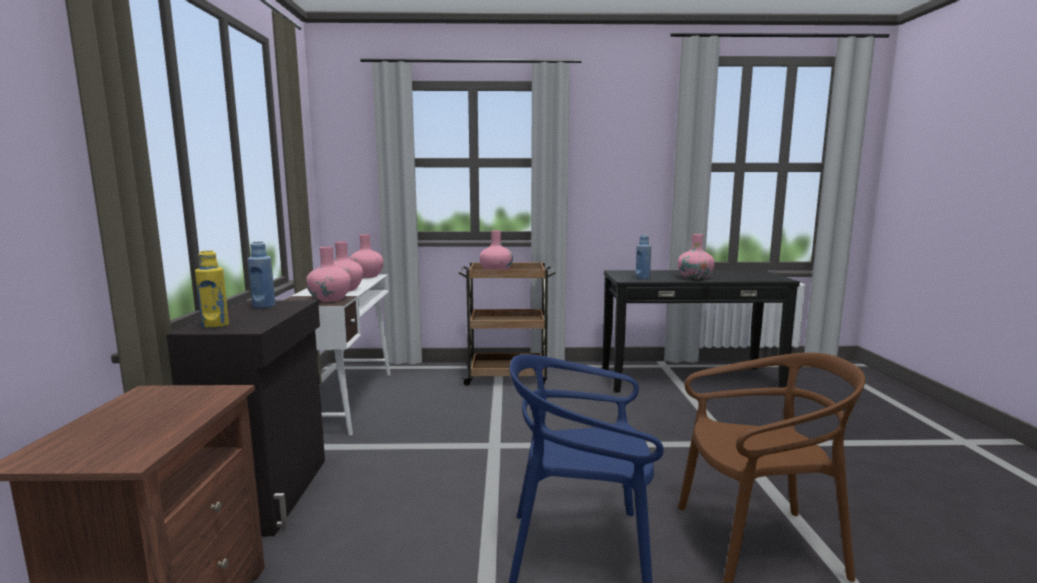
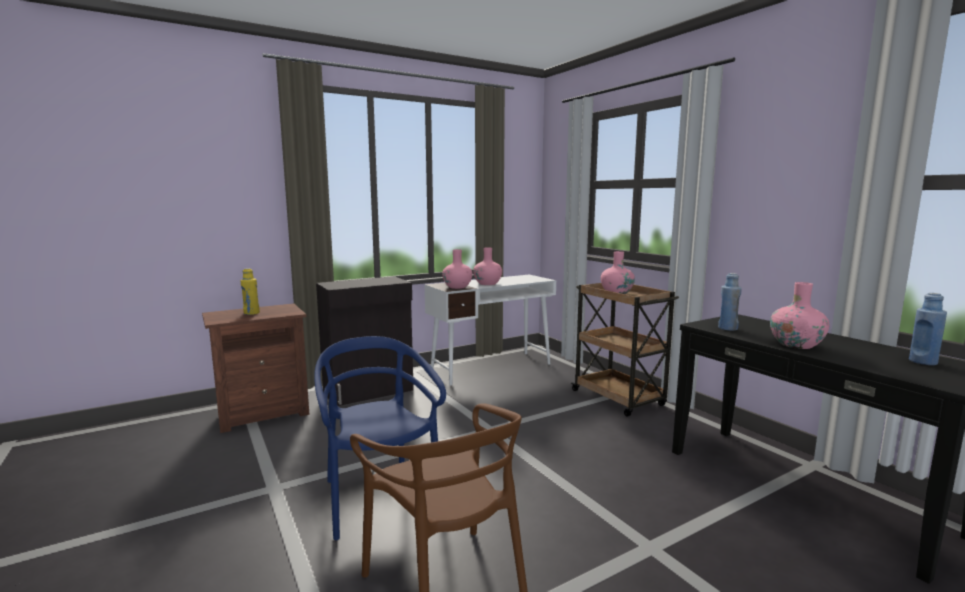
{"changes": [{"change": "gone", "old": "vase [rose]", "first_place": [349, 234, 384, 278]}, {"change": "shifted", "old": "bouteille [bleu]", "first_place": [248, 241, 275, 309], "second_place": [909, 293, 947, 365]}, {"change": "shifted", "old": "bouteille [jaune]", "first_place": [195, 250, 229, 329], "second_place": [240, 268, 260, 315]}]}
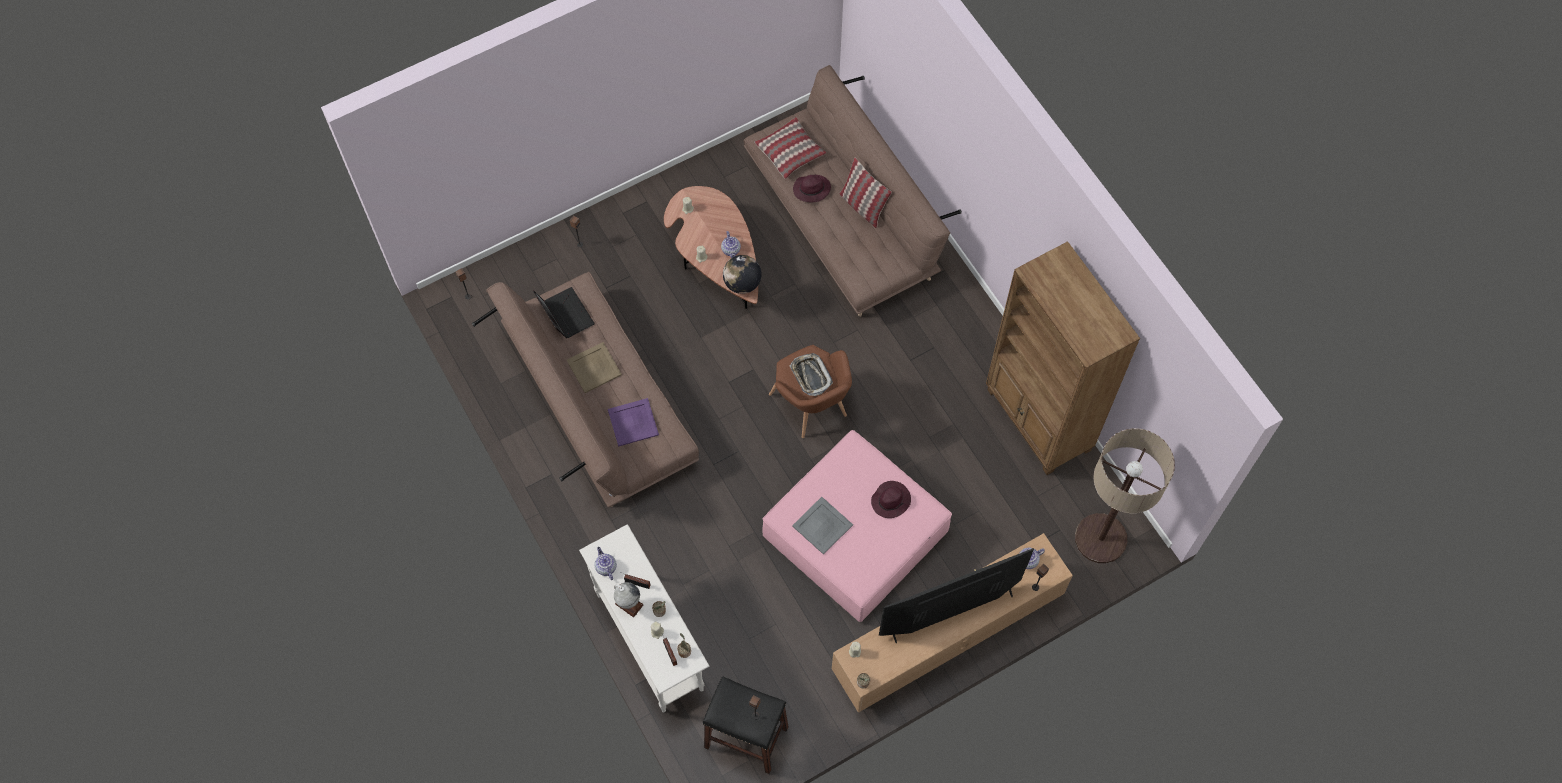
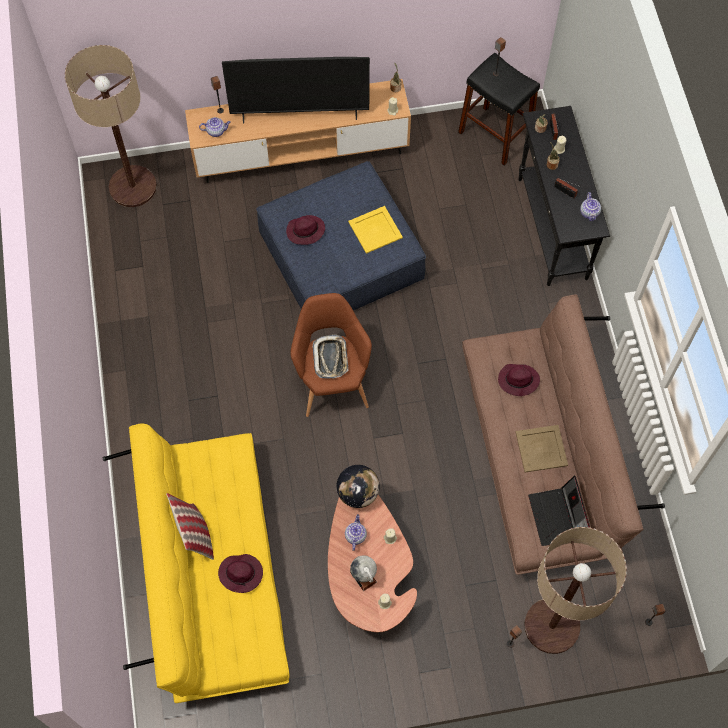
{"changes": [{"change": "repainted", "old": "canapé [marron]", "new": "canapé [jaune]", "first_place": [743, 65, 962, 317], "second_place": [103, 423, 290, 703]}, {"change": "gone", "old": "coussin", "first_place": [754, 117, 826, 179]}, {"change": "gone", "old": "bibliothèque [marron]", "first_place": [986, 241, 1140, 475]}, {"change": "swapped", "old": "plateau [violet]", "new": "chapeau [violet]", "first_place": [608, 398, 659, 447], "second_place": [498, 364, 540, 396]}, {"change": "repainted", "old": "pouf [rose]", "new": "pouf [bleu]", "first_place": [763, 430, 952, 622], "second_place": [256, 161, 426, 311]}, {"change": "repainted", "old": "plateau [gris]", "new": "plateau [jaune]", "first_place": [792, 497, 853, 555], "second_place": [348, 206, 403, 254]}, {"change": "repainted", "old": "table console [blanc]", "new": "table console [noir]", "first_place": [579, 524, 710, 713], "second_place": [518, 106, 610, 286]}, {"change": "shifted", "old": "globe", "first_place": [614, 582, 644, 618], "second_place": [350, 555, 377, 591]}, {"change": "new", "new": "lampadaire", "second_place": [525, 527, 627, 654]}]}
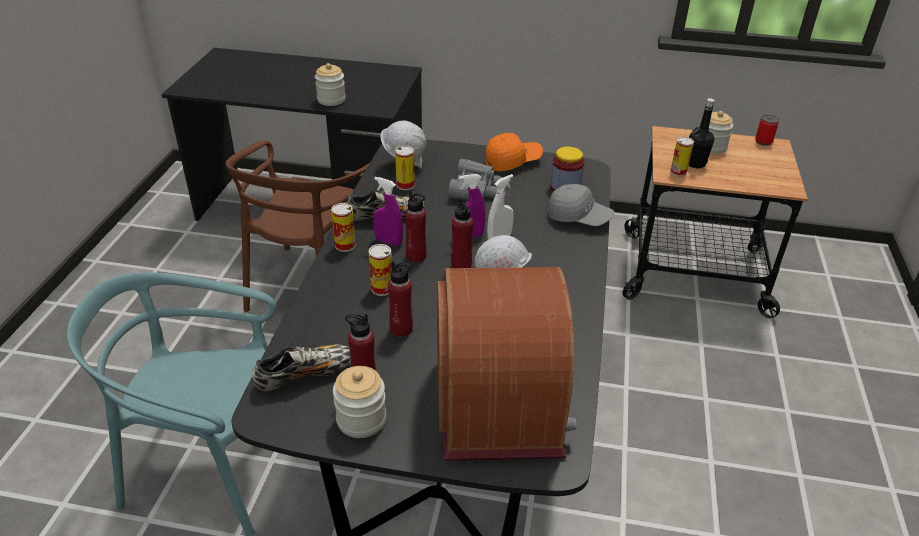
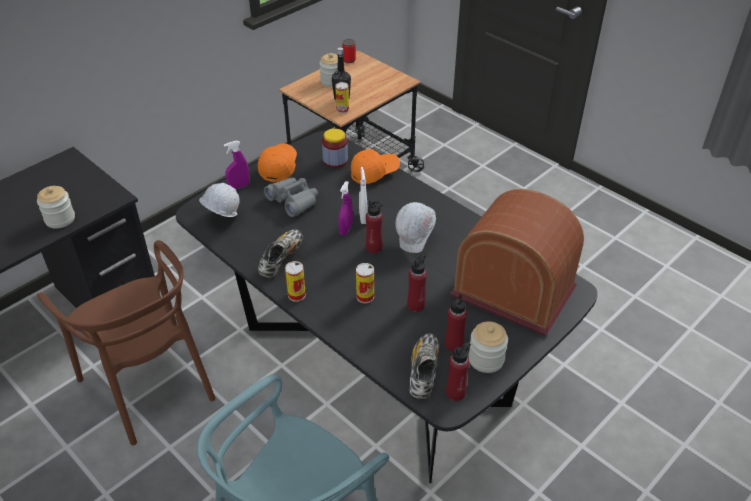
{"changes": [{"change": "gone", "old": "boîte métallique", "first_place": [395, 146, 415, 190]}, {"change": "shifted", "old": "vaporisateur [violet]", "first_place": [373, 177, 403, 246], "second_place": [224, 140, 250, 189]}, {"change": "repainted", "old": "casquette [gris]", "new": "casquette [orange]", "first_place": [548, 184, 614, 226], "second_place": [351, 149, 400, 184]}, {"change": "shifted", "old": "bouteille [rouge]", "first_place": [405, 191, 427, 262], "second_place": [446, 342, 471, 401]}]}
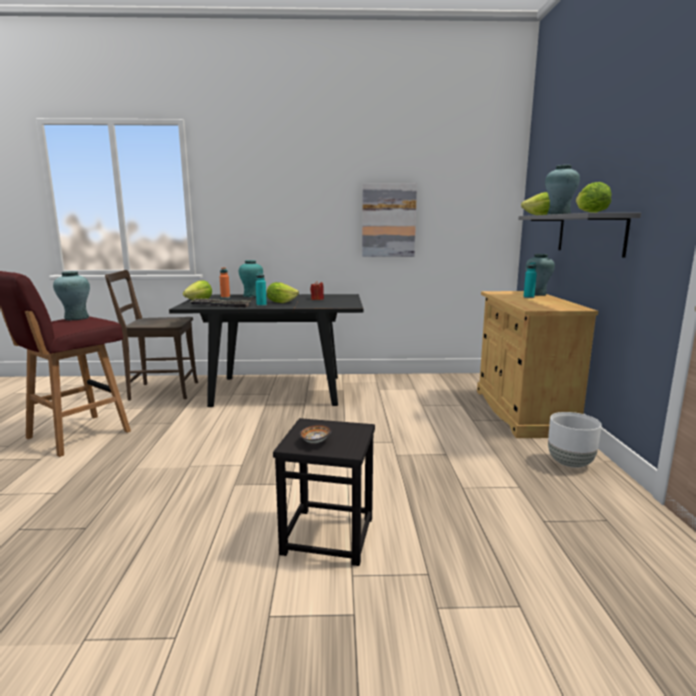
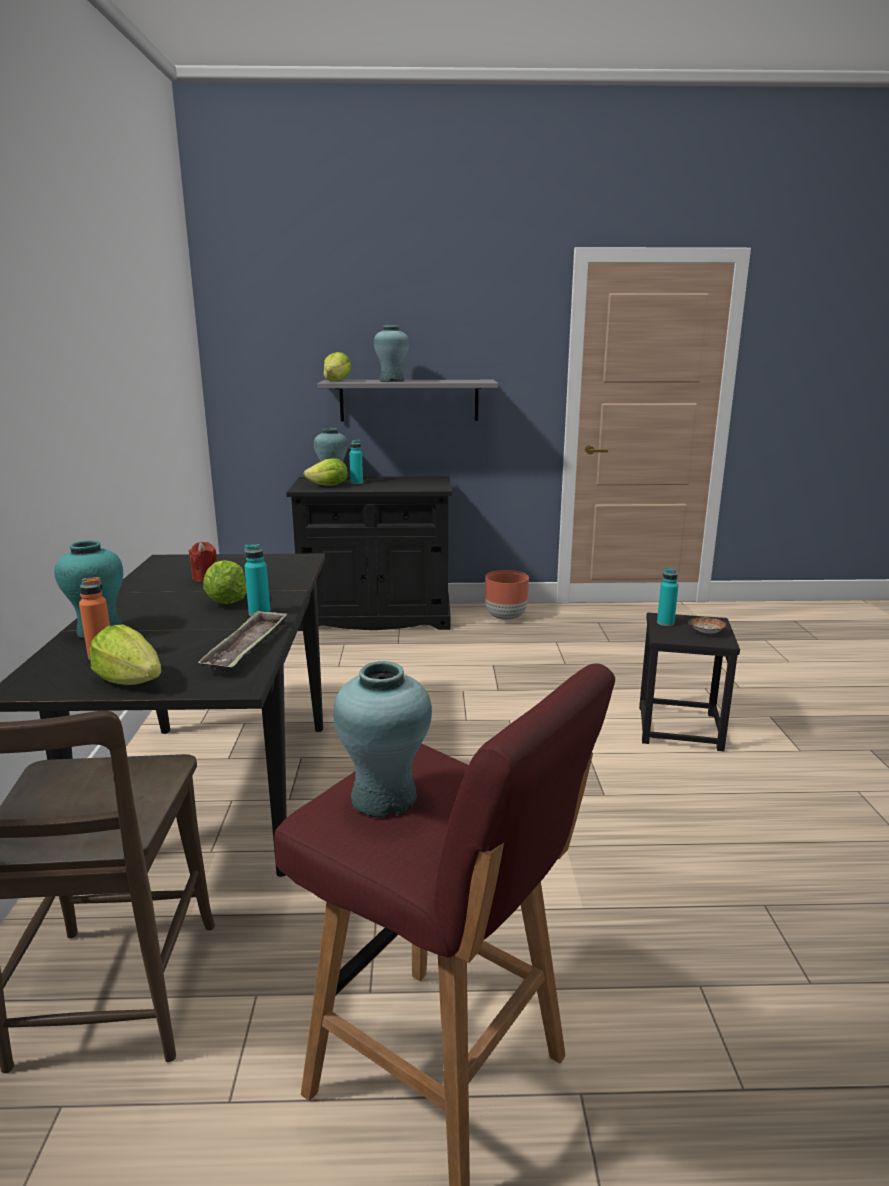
{"changes": [{"change": "shifted", "old": "laitue", "first_place": [576, 182, 612, 213], "second_place": [303, 458, 348, 486]}, {"change": "gone", "old": "tableau", "first_place": [362, 183, 417, 257]}, {"change": "repainted", "old": "meuble de rangement [beige]", "new": "meuble de rangement [noir]", "first_place": [477, 291, 598, 438], "second_place": [286, 476, 452, 631]}, {"change": "repainted", "old": "cache-pot [blanc]", "new": "cache-pot [marron]", "first_place": [548, 412, 602, 468], "second_place": [485, 570, 529, 620]}, {"change": "new", "new": "bouteille [turquoise]", "second_place": [657, 568, 678, 626]}]}
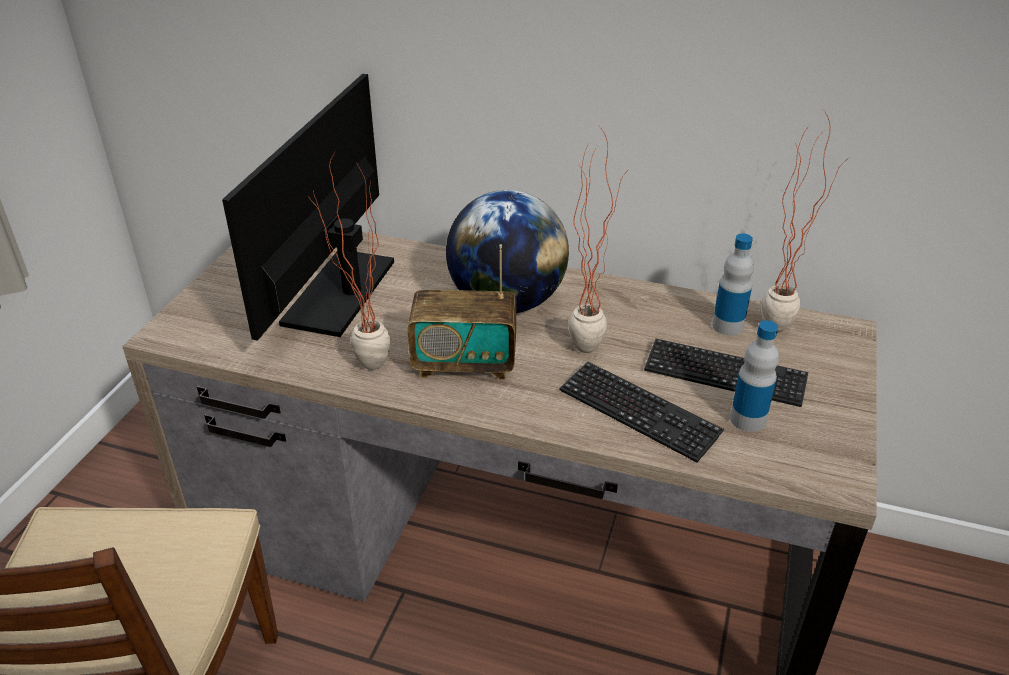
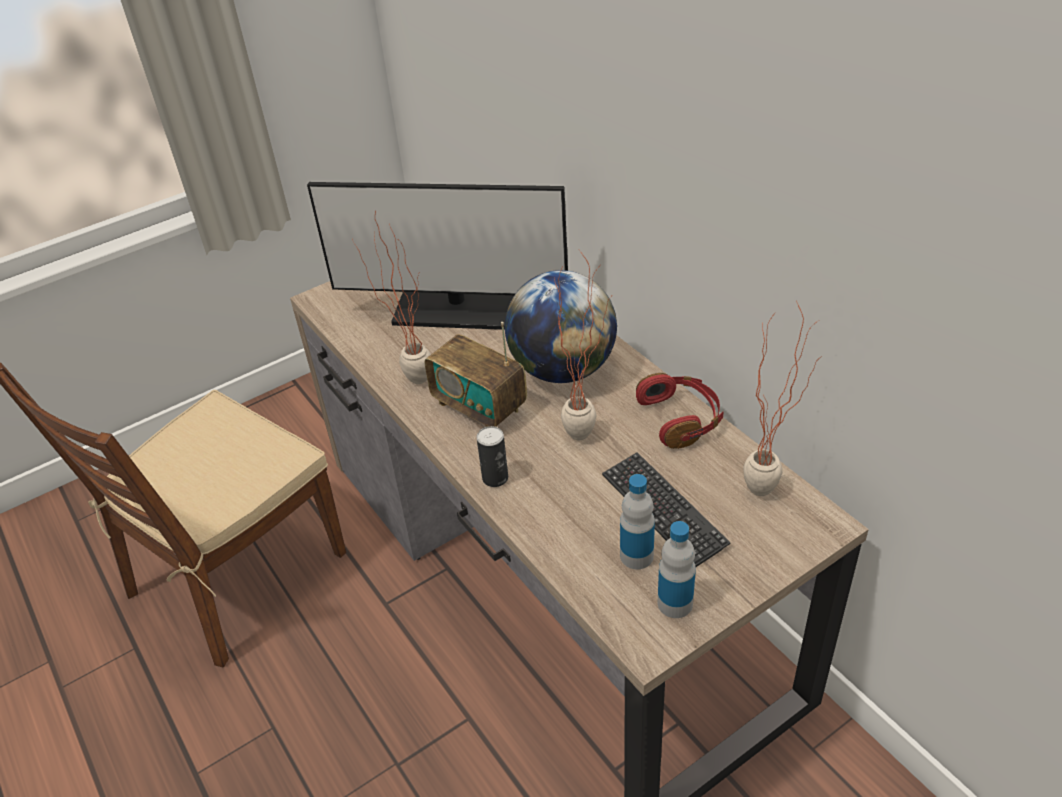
{"changes": [{"change": "rotated", "old": "écran d'ordinateur", "first_place": [222, 74, 394, 341], "second_place": [307, 182, 568, 330], "degrees": -135}, {"change": "shifted", "old": "bouteille", "first_place": [712, 234, 754, 336], "second_place": [658, 521, 696, 618]}, {"change": "gone", "old": "clavier", "first_place": [560, 362, 724, 462]}, {"change": "new", "new": "casque audio [rouge]", "second_place": [636, 373, 723, 449]}, {"change": "new", "new": "boîte métallique", "second_place": [477, 426, 508, 487]}]}
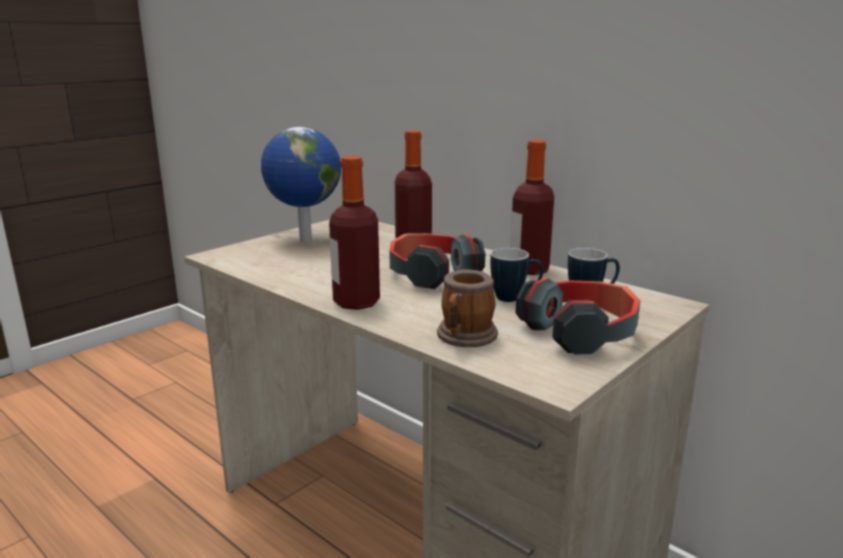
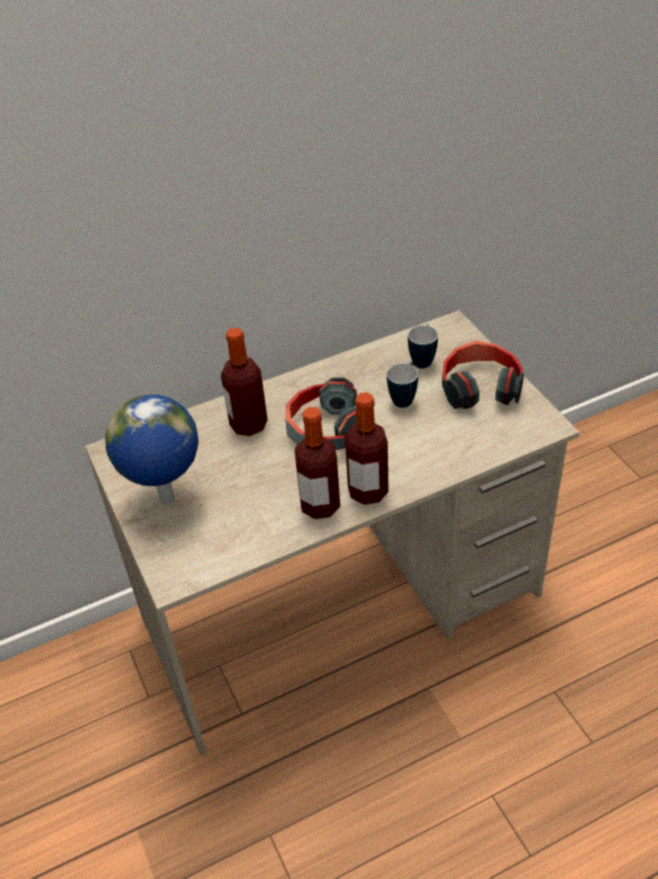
{"changes": [{"change": "shifted", "old": "bouteille", "first_place": [510, 140, 554, 275], "second_place": [294, 407, 340, 519]}, {"change": "gone", "old": "mug", "first_place": [437, 270, 498, 347]}]}
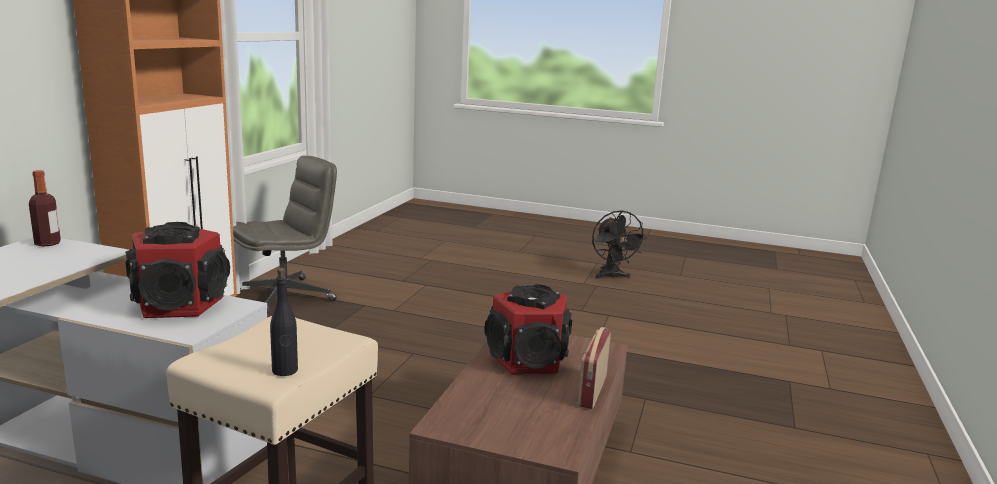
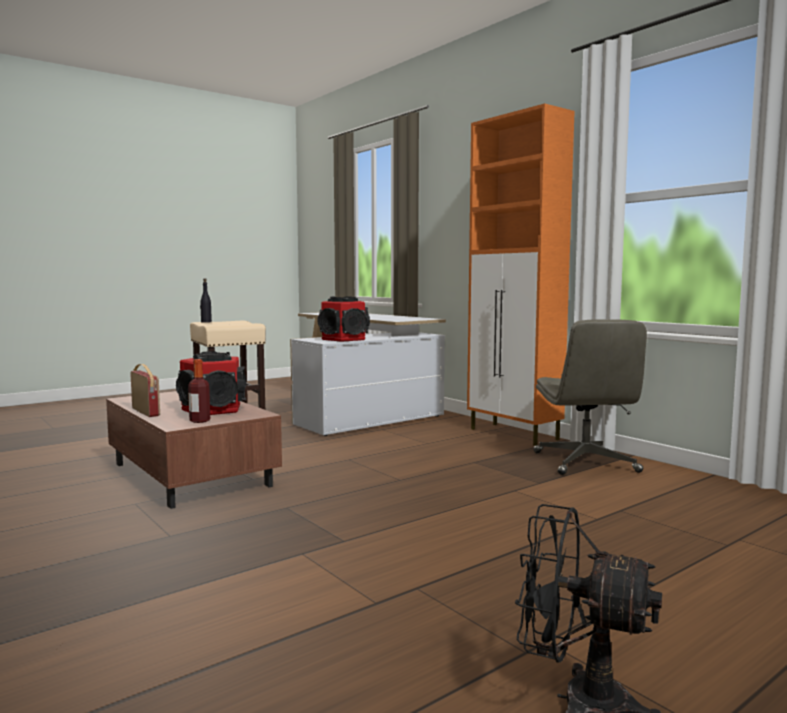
{"changes": [{"change": "shifted", "old": "bouteille", "first_place": [29, 170, 61, 247], "second_place": [188, 359, 210, 423]}]}
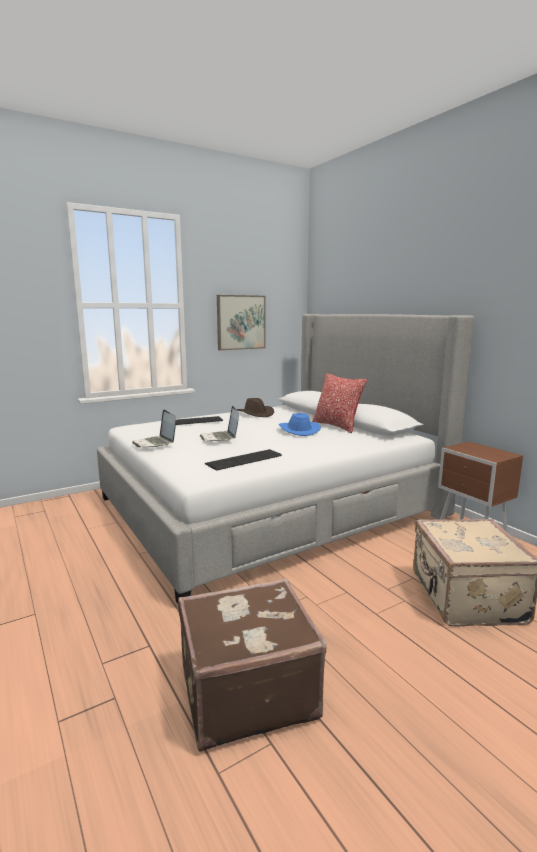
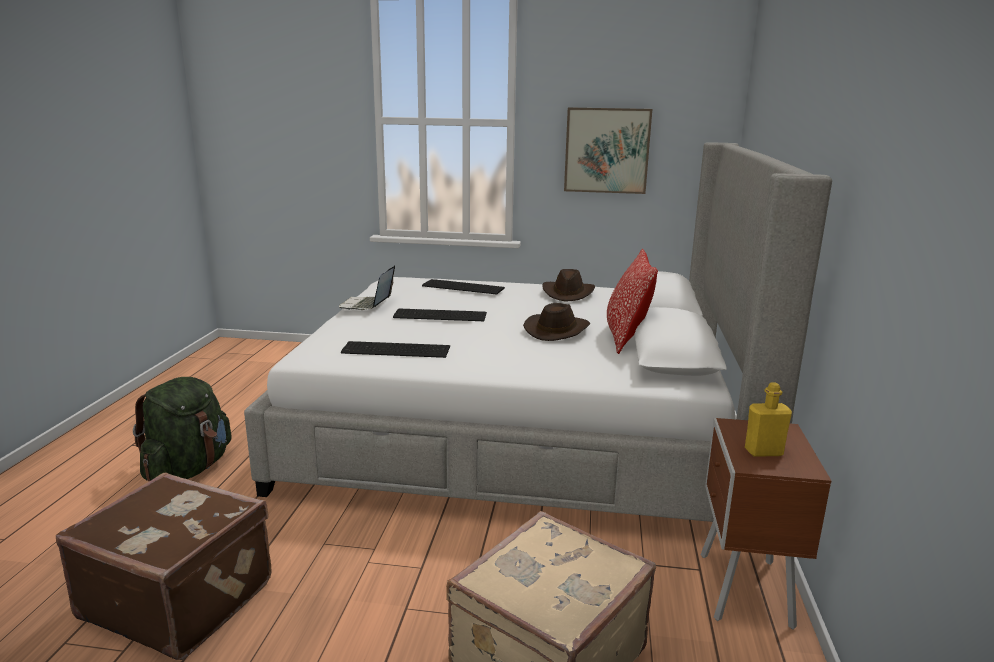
{"changes": [{"change": "swapped", "old": "ordinateur portable", "new": "clavier", "first_place": [200, 406, 239, 441], "second_place": [393, 309, 487, 321]}, {"change": "repainted", "old": "chapeau [bleu]", "new": "chapeau [marron]", "first_place": [279, 413, 321, 436], "second_place": [523, 303, 590, 341]}, {"change": "new", "new": "sac à dos [vert]", "second_place": [133, 377, 232, 481]}, {"change": "new", "new": "bouteille [jaune]", "second_place": [745, 383, 792, 457]}]}
